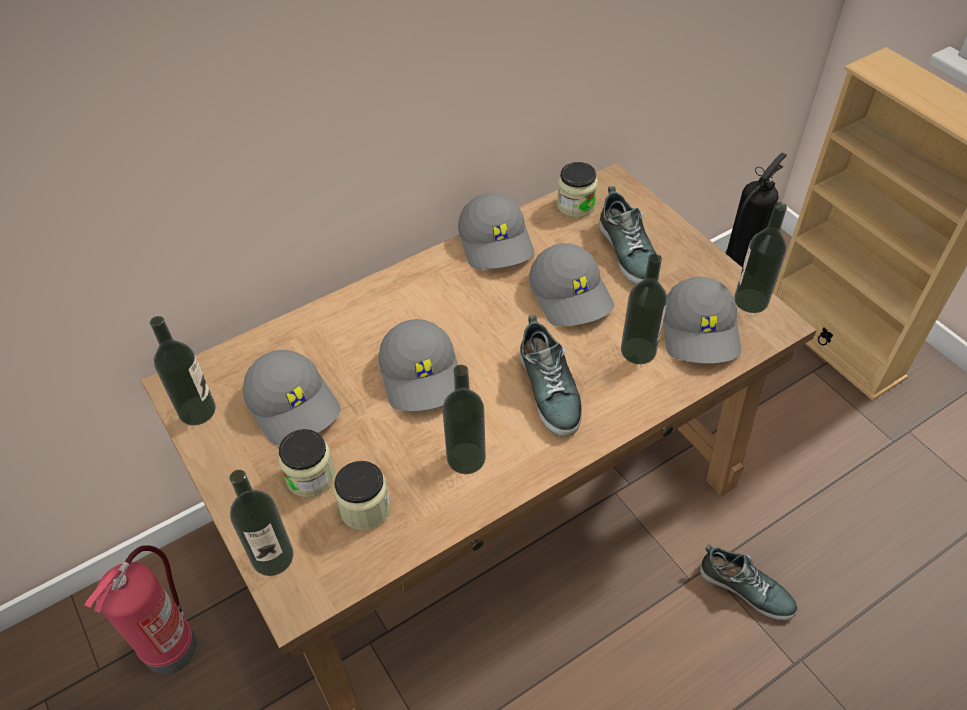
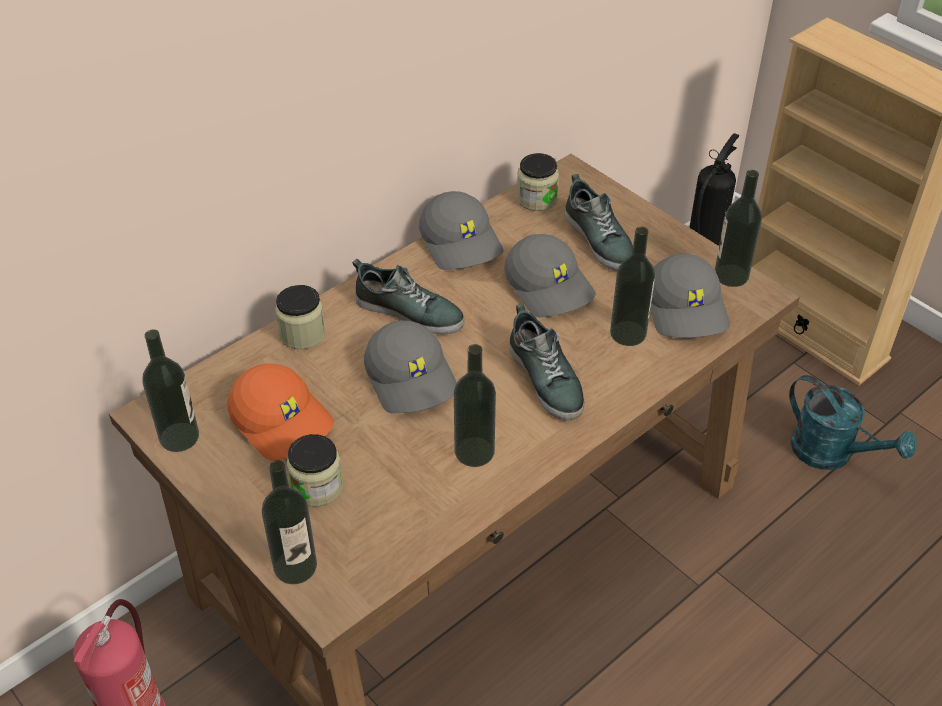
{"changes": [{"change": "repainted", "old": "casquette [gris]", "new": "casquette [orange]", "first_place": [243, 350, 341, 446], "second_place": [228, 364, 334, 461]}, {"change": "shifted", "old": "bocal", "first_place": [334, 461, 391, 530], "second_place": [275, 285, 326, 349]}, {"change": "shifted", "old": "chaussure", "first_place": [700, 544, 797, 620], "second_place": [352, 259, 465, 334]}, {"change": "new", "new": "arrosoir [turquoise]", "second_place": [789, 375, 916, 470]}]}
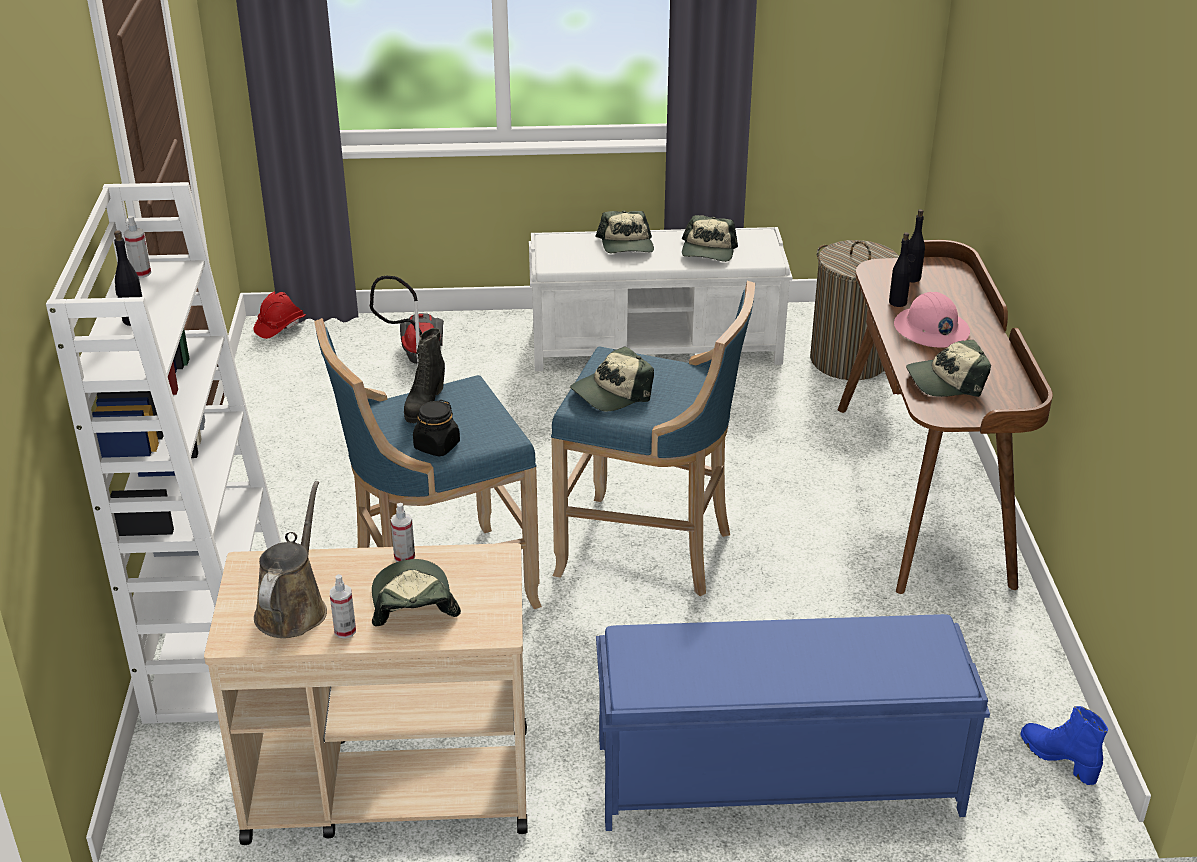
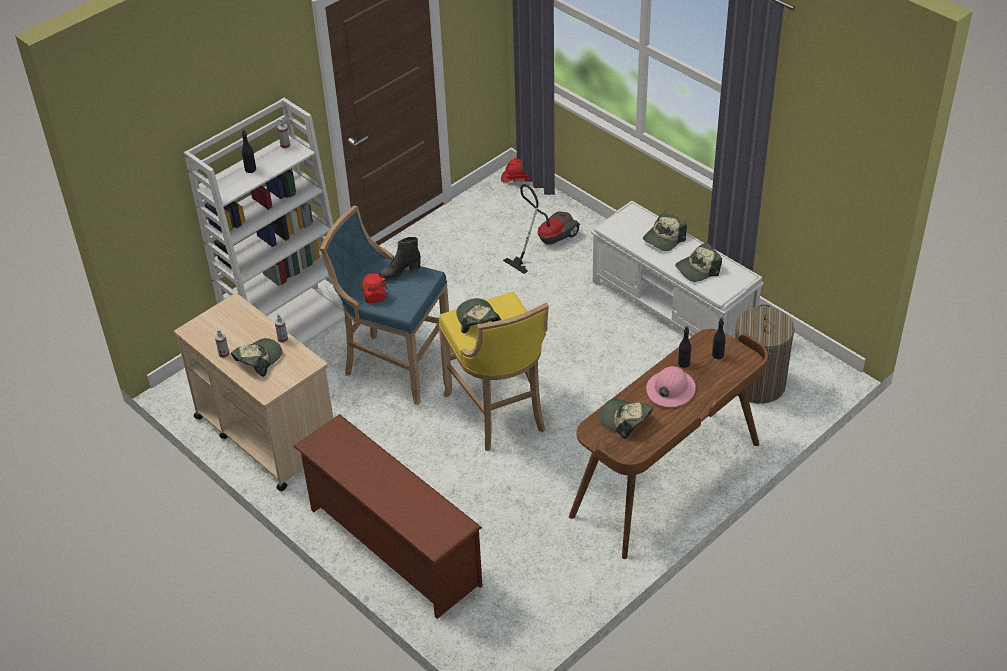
{"changes": [{"change": "repainted", "old": "tabouret [bleu]", "new": "tabouret [jaune]", "first_place": [551, 281, 755, 596], "second_place": [439, 291, 549, 451]}, {"change": "rotated", "old": "casquette", "first_place": [570, 347, 654, 411], "second_place": [456, 298, 501, 333], "degrees": 60}, {"change": "repainted", "old": "bocal [noir]", "new": "bocal [rouge]", "first_place": [413, 400, 460, 456], "second_place": [359, 273, 387, 303]}, {"change": "gone", "old": "arrosoir [marron]", "first_place": [254, 481, 327, 638]}, {"change": "swapped", "old": "banc [bleu]", "new": "étagère à chaussures [marron]", "first_place": [596, 614, 990, 831], "second_place": [293, 414, 482, 619]}, {"change": "gone", "old": "botte [bleu]", "first_place": [1021, 706, 1108, 785]}]}
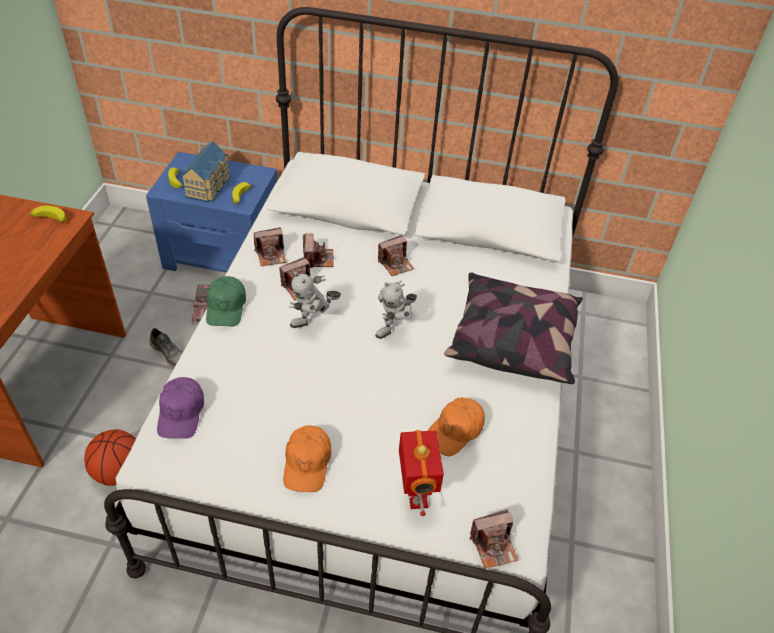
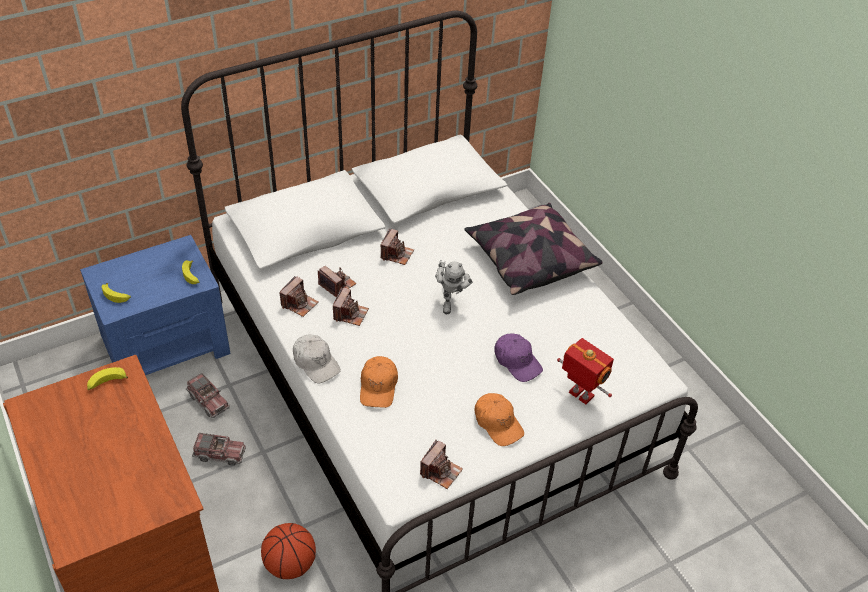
{"changes": [{"change": "gone", "old": "maison miniature", "first_place": [181, 141, 230, 202]}, {"change": "gone", "old": "robot jouet", "first_place": [289, 272, 341, 328]}, {"change": "repainted", "old": "casquette [vert]", "new": "casquette [blanc]", "first_place": [206, 276, 246, 326], "second_place": [293, 335, 341, 383]}, {"change": "swapped", "old": "chaussure [gris]", "new": "camion jouet", "first_place": [150, 328, 183, 367], "second_place": [192, 433, 246, 466]}, {"change": "shifted", "old": "casquette [violet]", "first_place": [157, 377, 204, 439], "second_place": [494, 333, 543, 382]}, {"change": "shifted", "old": "casquette [orange]", "first_place": [427, 398, 485, 456], "second_place": [360, 356, 398, 408]}, {"change": "shifted", "old": "appareil photo", "first_place": [470, 509, 518, 569], "second_place": [420, 440, 463, 489]}]}
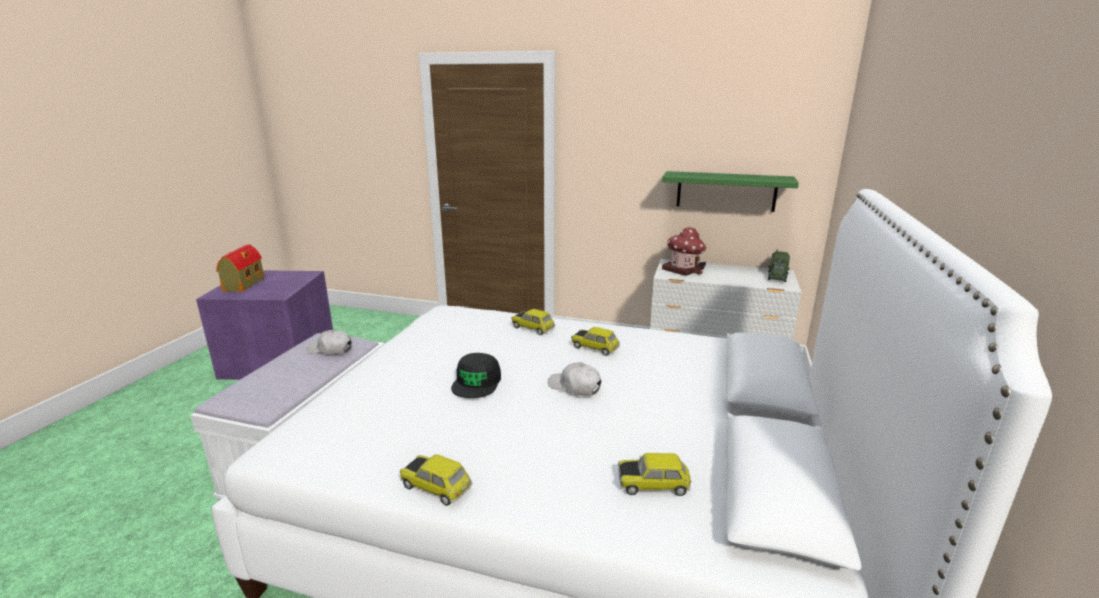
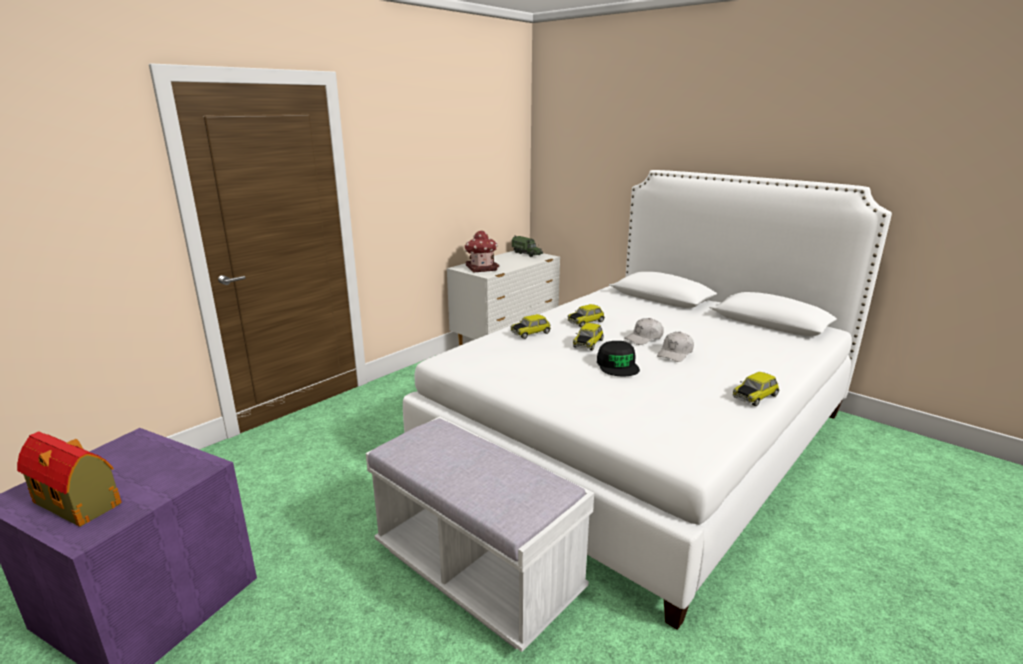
{"changes": [{"change": "gone", "old": "étagère [vert]", "first_place": [662, 171, 799, 212]}, {"change": "shifted", "old": "casquette [blanc]", "first_place": [307, 329, 352, 355], "second_place": [657, 332, 694, 362]}, {"change": "rotated", "old": "casquette [noir]", "first_place": [451, 353, 501, 398], "second_place": [597, 341, 640, 377], "degrees": 45}, {"change": "shifted", "old": "petite voiture", "first_place": [618, 453, 691, 496], "second_place": [573, 323, 604, 351]}]}
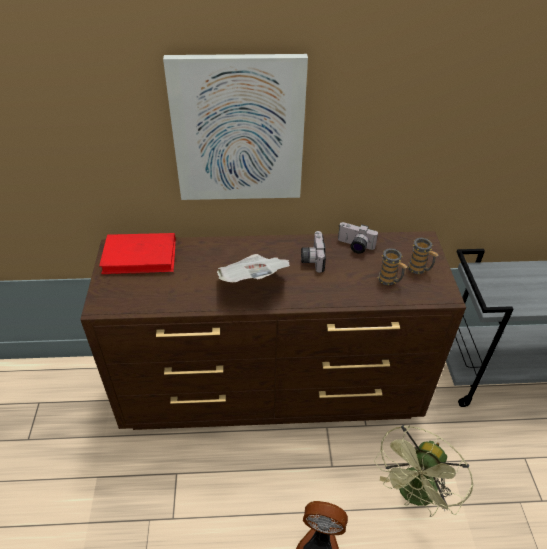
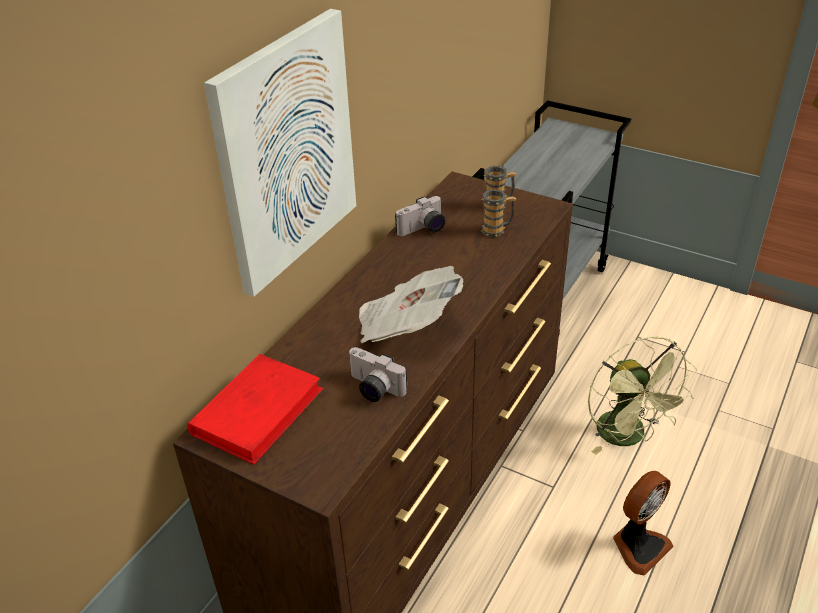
{"changes": [{"change": "shifted", "old": "appareil photo", "first_place": [301, 231, 326, 273], "second_place": [348, 347, 407, 402]}]}
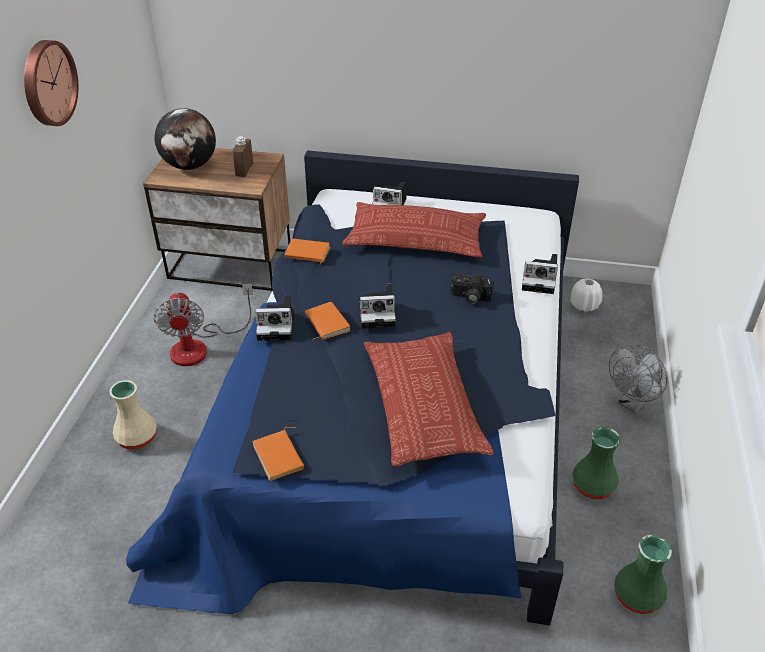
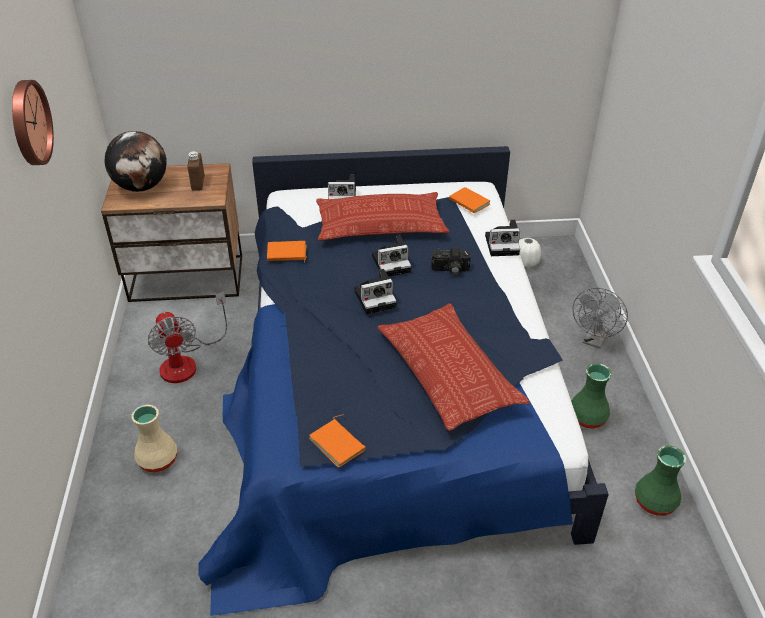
{"changes": [{"change": "shifted", "old": "appareil photo", "first_place": [255, 296, 294, 341], "second_place": [372, 236, 411, 276]}, {"change": "shifted", "old": "livre [orange]", "first_place": [305, 302, 350, 340], "second_place": [449, 187, 490, 214]}]}
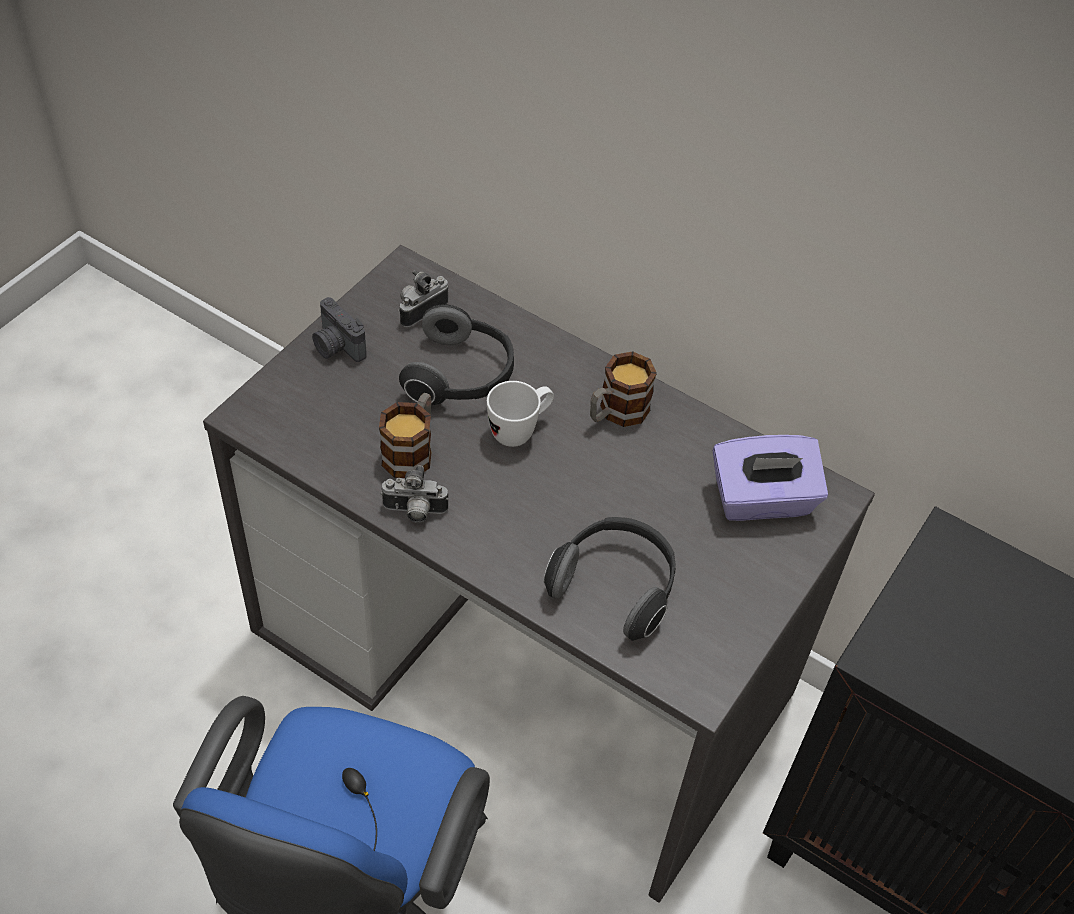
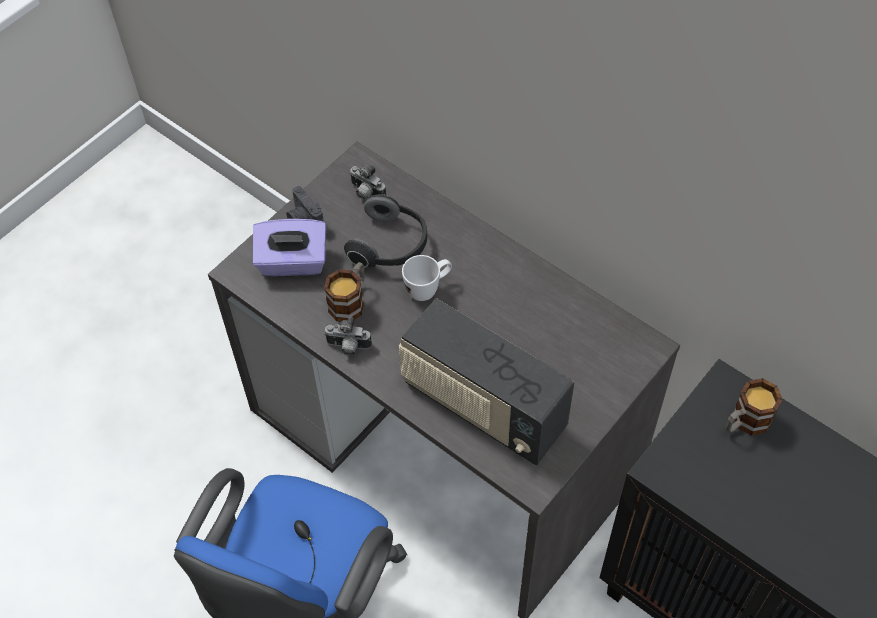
{"changes": [{"change": "rotated", "old": "appareil photo", "first_place": [398, 270, 448, 327], "second_place": [349, 165, 386, 200], "degrees": -105}, {"change": "shifted", "old": "mug", "first_place": [590, 351, 657, 427], "second_place": [726, 378, 783, 435]}, {"change": "shifted", "old": "boîte à mouchoirs [violet]", "first_place": [712, 435, 828, 521], "second_place": [253, 219, 326, 276]}, {"change": "swapped", "old": "casque audio", "new": "radio", "first_place": [543, 517, 676, 641], "second_place": [399, 298, 575, 465]}]}
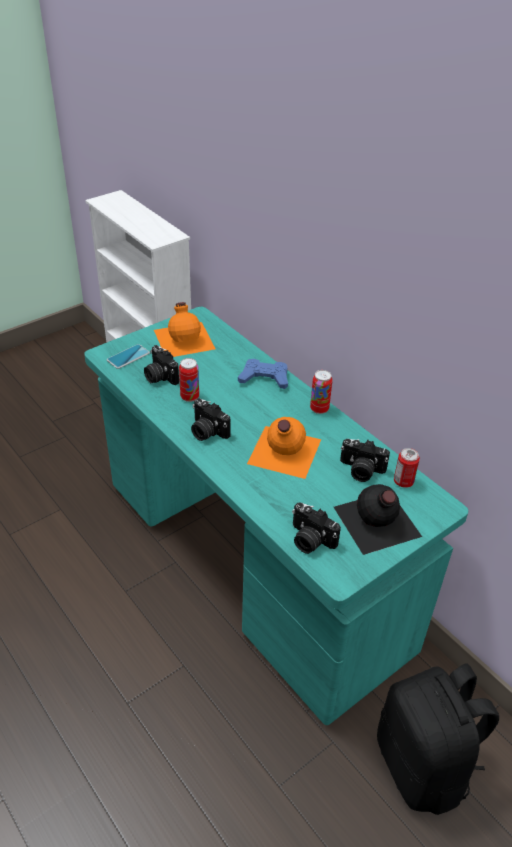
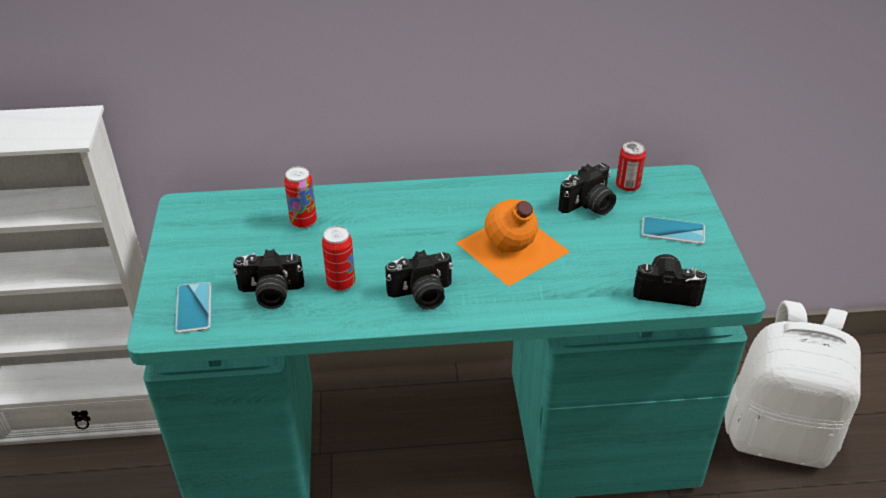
{"changes": [{"change": "gone", "old": "bouteille [orange]", "first_place": [154, 302, 216, 357]}, {"change": "gone", "old": "manette [bleu]", "first_place": [238, 359, 288, 389]}, {"change": "shifted", "old": "boîte métallique", "first_place": [310, 370, 333, 414], "second_place": [284, 166, 317, 229]}, {"change": "swapped", "old": "bouteille [noir]", "new": "téléphone", "first_place": [334, 484, 422, 555], "second_place": [641, 216, 705, 244]}, {"change": "rotated", "old": "appareil photo", "first_place": [292, 502, 341, 554], "second_place": [633, 254, 707, 307], "degrees": -150}, {"change": "repainted", "old": "sac à dos [noir]", "new": "sac à dos [blanc]", "first_place": [377, 663, 499, 815], "second_place": [724, 301, 861, 468]}]}
